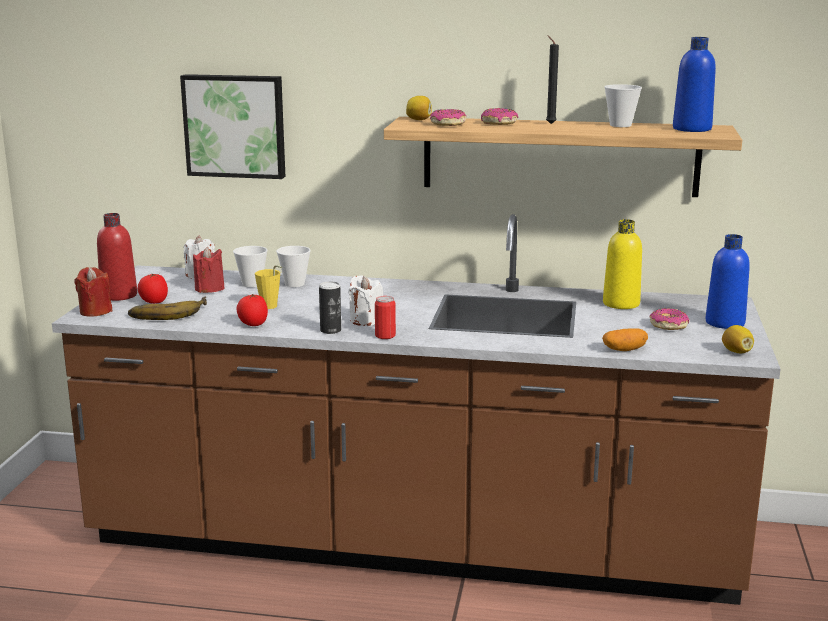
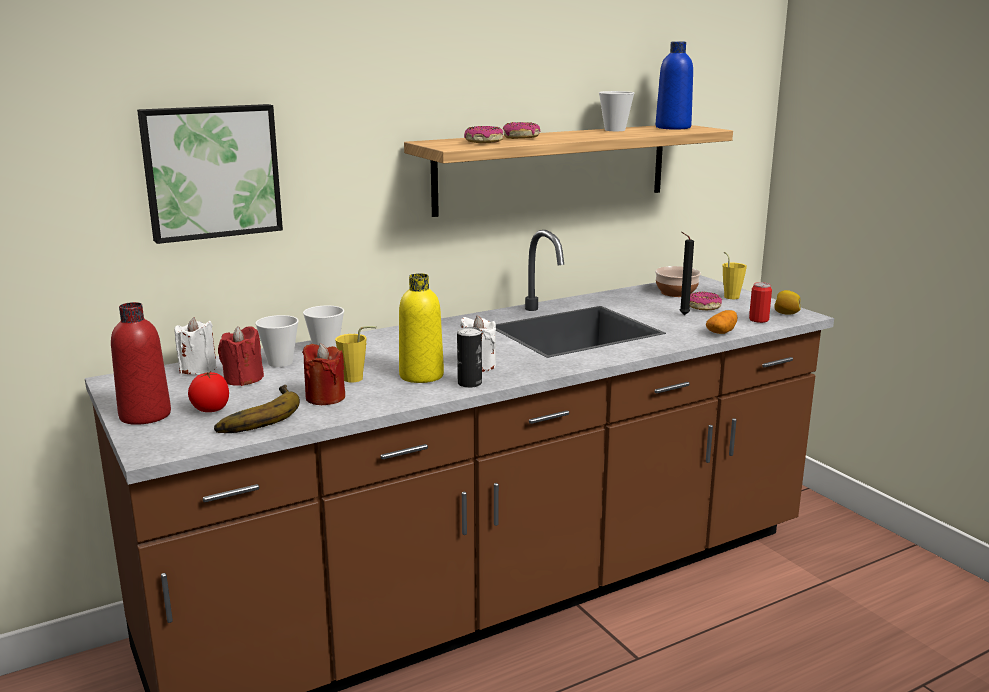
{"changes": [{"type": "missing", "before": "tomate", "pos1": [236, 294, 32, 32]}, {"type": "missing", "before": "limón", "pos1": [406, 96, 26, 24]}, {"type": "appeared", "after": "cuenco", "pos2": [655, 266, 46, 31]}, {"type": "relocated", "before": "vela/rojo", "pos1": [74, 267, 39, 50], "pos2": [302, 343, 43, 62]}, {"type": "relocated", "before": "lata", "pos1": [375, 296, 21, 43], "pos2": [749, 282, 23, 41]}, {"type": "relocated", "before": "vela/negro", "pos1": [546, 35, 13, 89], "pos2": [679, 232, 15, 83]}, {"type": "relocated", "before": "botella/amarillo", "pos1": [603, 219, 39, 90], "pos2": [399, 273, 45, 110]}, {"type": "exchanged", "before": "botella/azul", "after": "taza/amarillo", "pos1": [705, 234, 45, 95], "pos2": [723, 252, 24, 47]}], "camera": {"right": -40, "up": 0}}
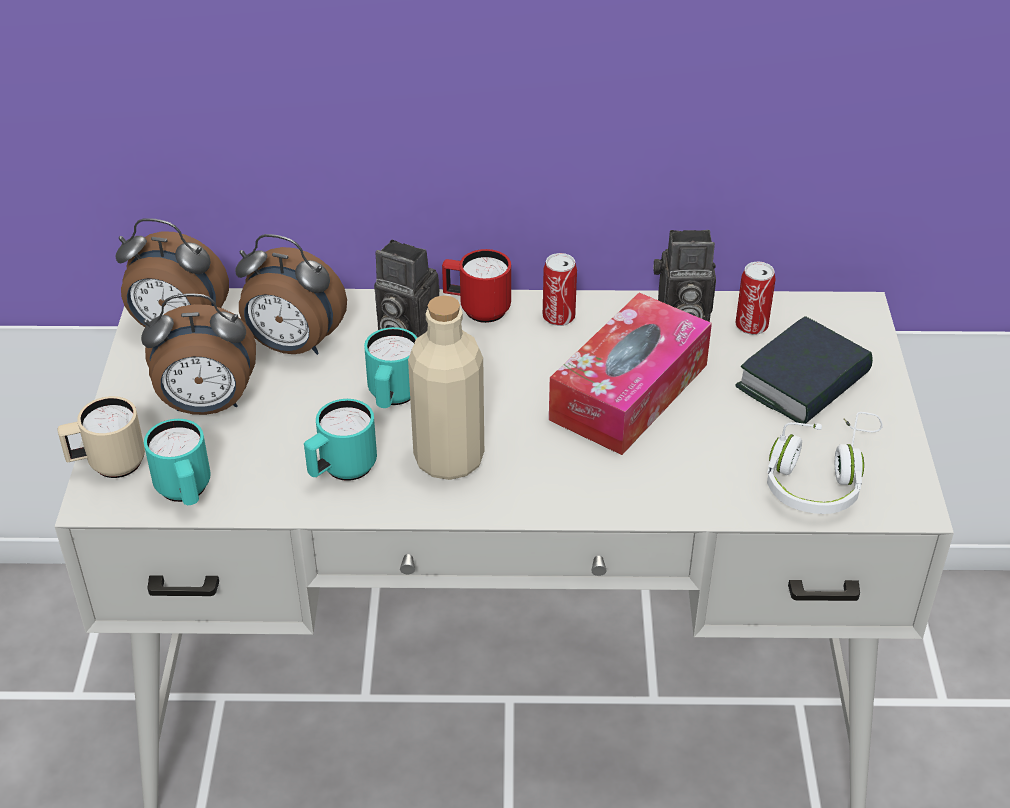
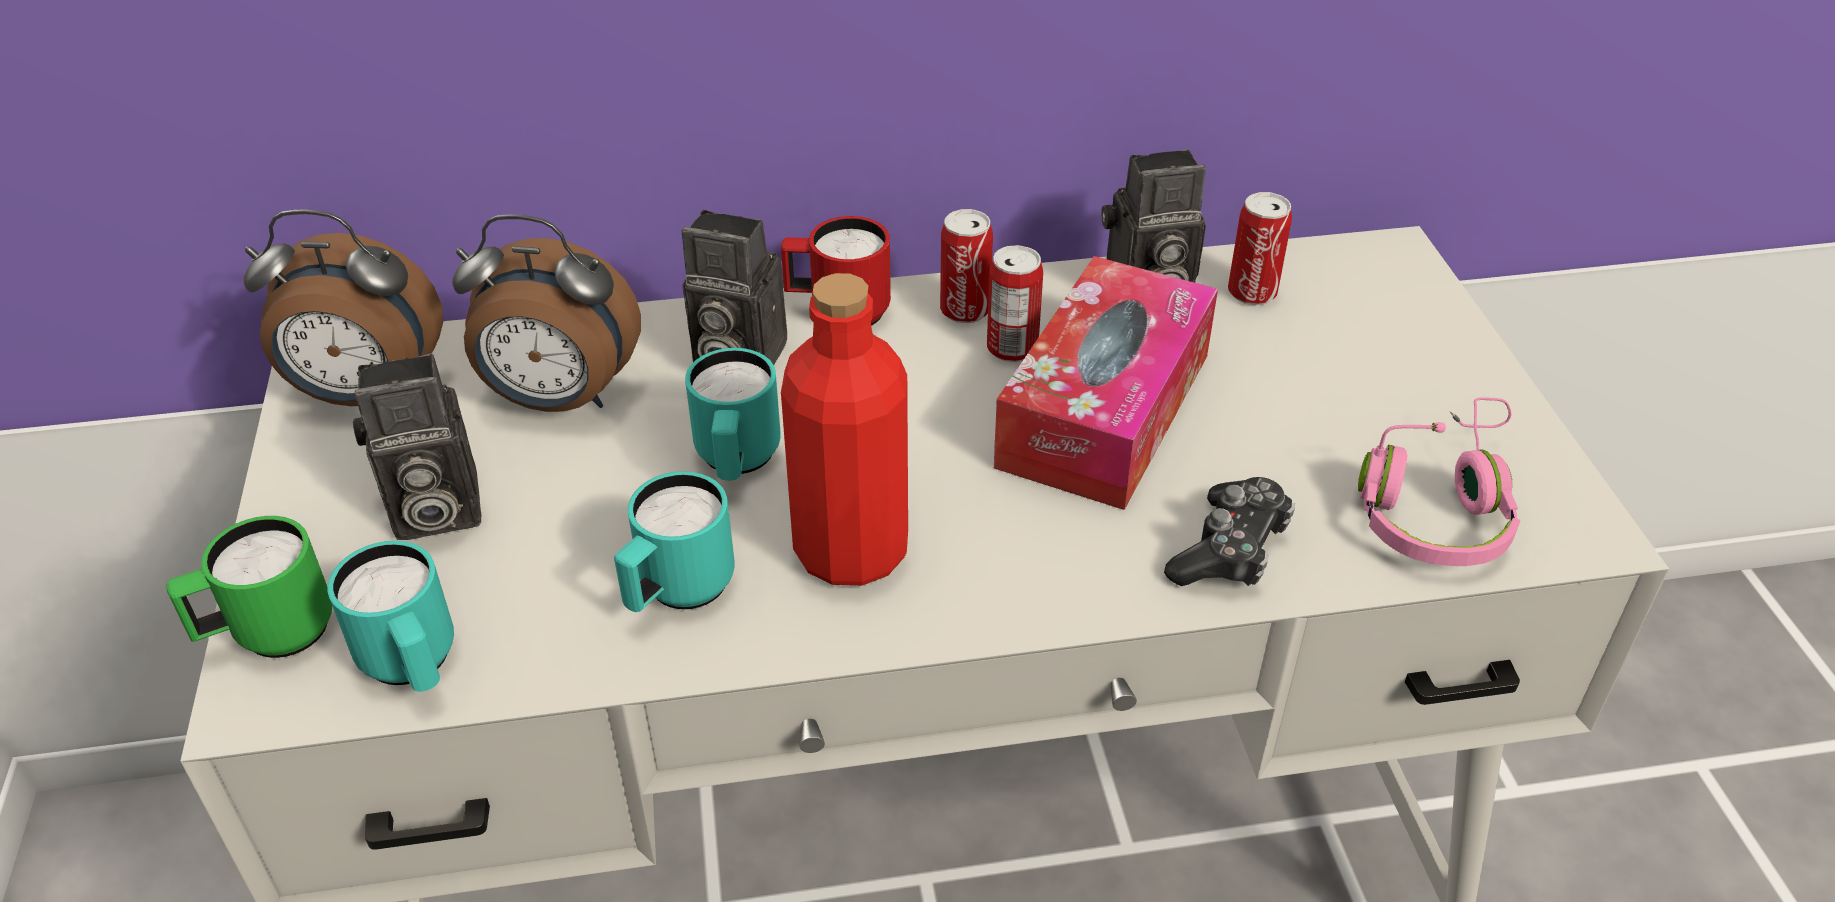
{"changes": [{"type": "missing", "before": "libro", "pos1": [735, 316, 138, 110]}, {"type": "appeared", "after": "lata", "pos2": [987, 245, 56, 117]}, {"type": "appeared", "after": "mando de consola", "pos2": [1164, 477, 131, 109]}, {"type": "exchanged", "before": "despertador", "after": "cámara", "pos1": [141, 294, 115, 121], "pos2": [353, 353, 128, 187]}, {"type": "colour", "before": "taza grande/beis", "after": "taza grande/verde", "pos1": [58, 396, 87, 82], "pos2": [166, 516, 166, 142]}, {"type": "colour", "before": "botella/beis", "after": "botella/rojo", "pos1": [408, 295, 76, 185], "pos2": [781, 273, 127, 313]}, {"type": "colour", "before": "auriculares/blanco", "after": "auriculares/rosa", "pos1": [767, 412, 116, 102], "pos2": [1358, 397, 162, 169]}], "camera": {"right": -10, "up": 0}}
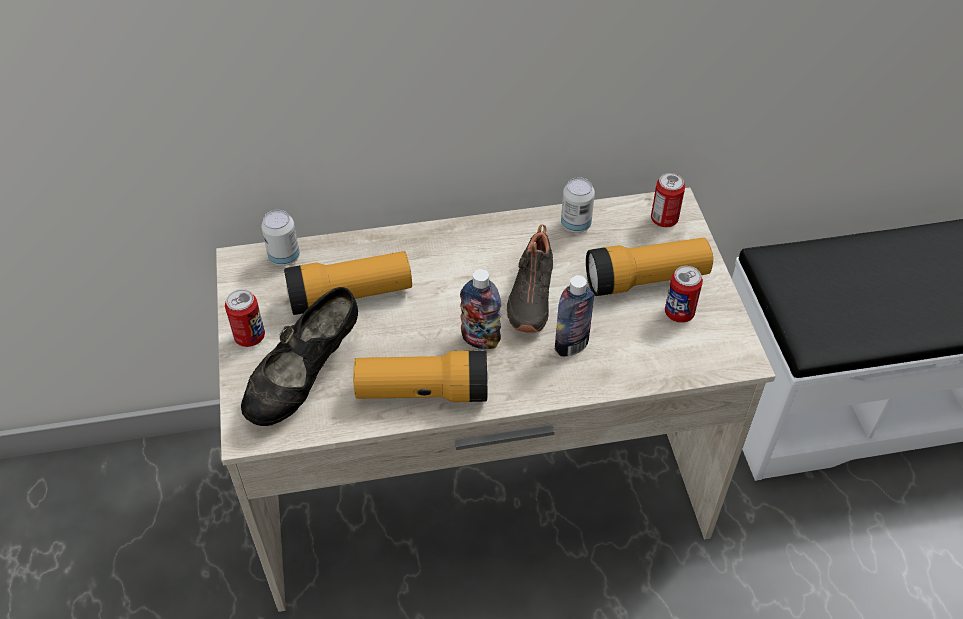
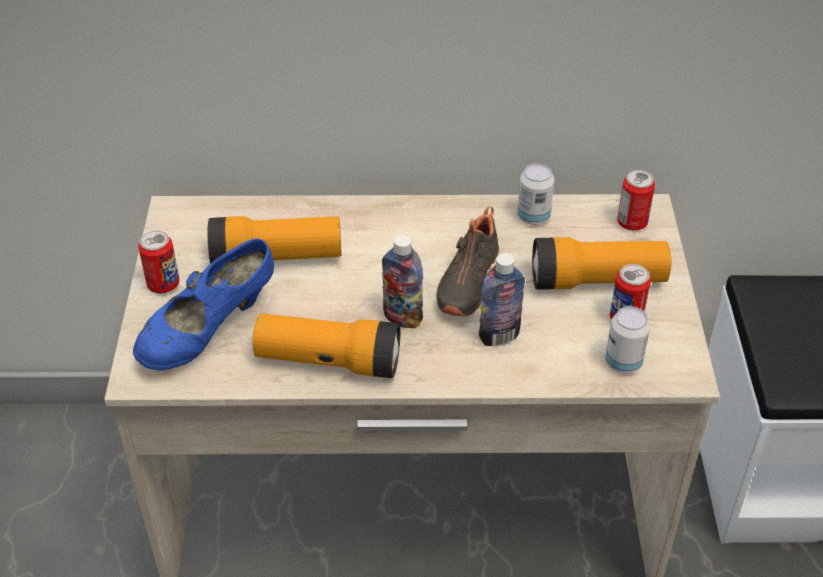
{"changes": [{"type": "relocated", "before": "lata", "pos1": [261, 210, 39, 56], "pos2": [605, 306, 45, 67]}, {"type": "colour", "before": "zapato/negro", "after": "zapato/azul", "pos1": [241, 287, 117, 139], "pos2": [133, 238, 141, 133]}], "camera": {"right": 10, "up": -5}}
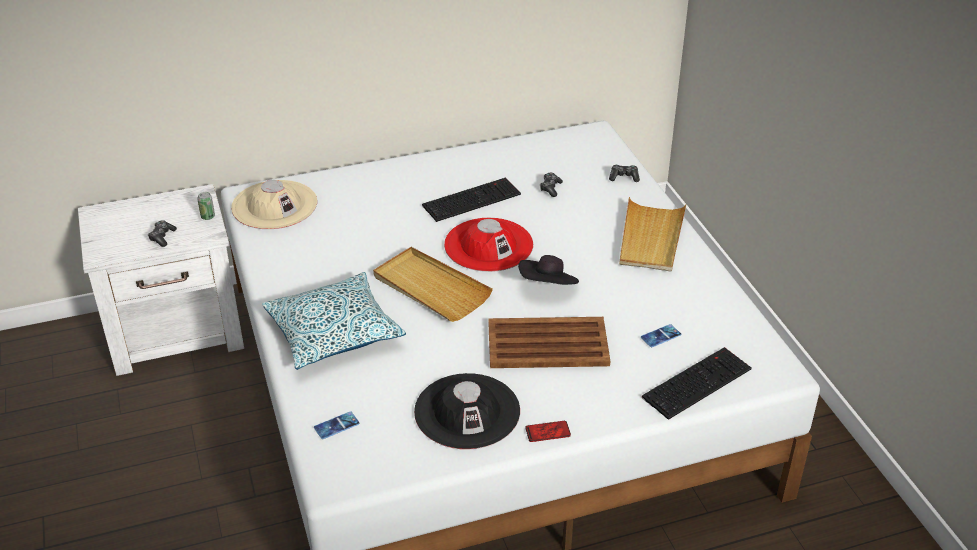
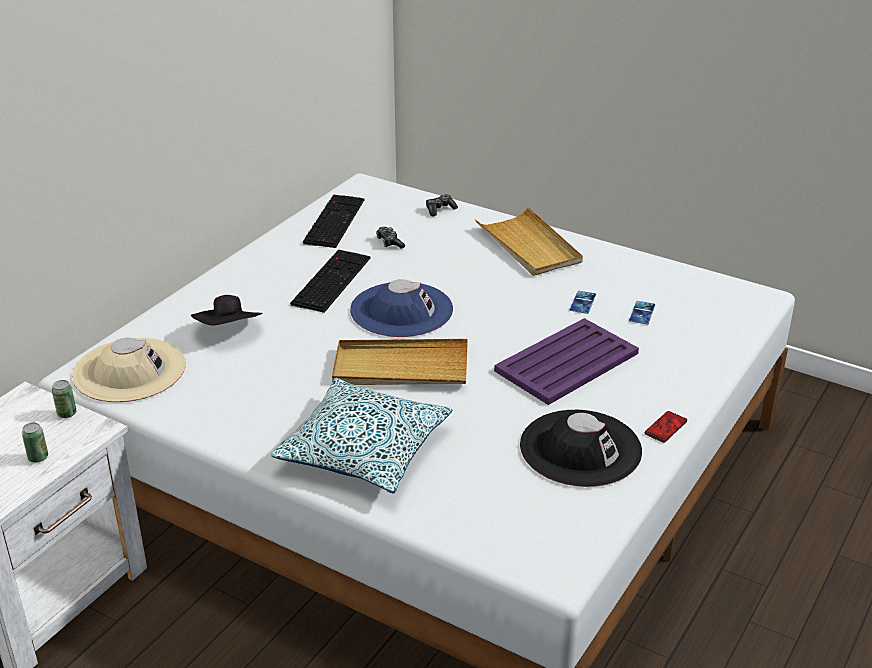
{"changes": [{"type": "relocated", "before": "móvil", "pos1": [314, 411, 46, 28], "pos2": [570, 291, 26, 23]}, {"type": "relocated", "before": "sombrero/negro", "pos1": [518, 255, 61, 30], "pos2": [191, 295, 72, 30]}, {"type": "relocated", "before": "teclado", "pos1": [642, 347, 110, 73], "pos2": [303, 195, 61, 53]}, {"type": "exchanged", "before": "mando de consola", "after": "lata", "pos1": [148, 220, 29, 27], "pos2": [22, 423, 26, 40]}, {"type": "colour", "before": "sombrero/rojo", "after": "sombrero/azul", "pos1": [444, 218, 89, 54], "pos2": [350, 279, 103, 58]}, {"type": "colour", "before": "bandeja/marrón", "after": "bandeja/morado", "pos1": [488, 317, 122, 51], "pos2": [494, 318, 145, 87]}], "camera": {"right": -40, "up": -5}}
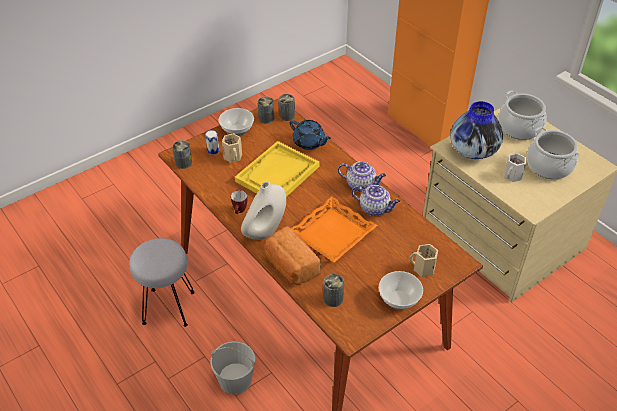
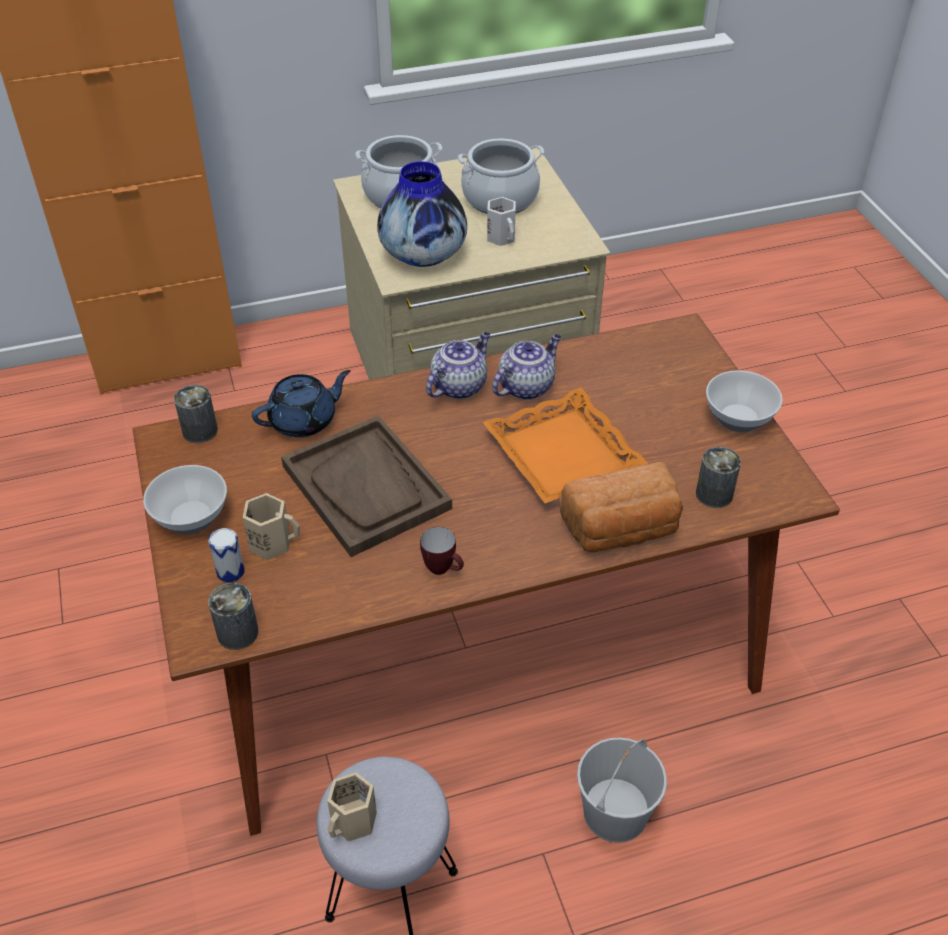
{"changes": [{"type": "missing", "before": "florero/blanco", "pos1": [241, 182, 45, 58]}, {"type": "missing", "before": "lata", "pos1": [257, 97, 17, 26]}, {"type": "relocated", "before": "taza grande/beis", "pos1": [410, 244, 28, 33], "pos2": [327, 772, 50, 69]}, {"type": "colour", "before": "bandeja/amarillo", "after": "bandeja/marrón", "pos1": [235, 141, 84, 56], "pos2": [281, 415, 171, 142]}], "camera": {"right": -70, "up": 0}}
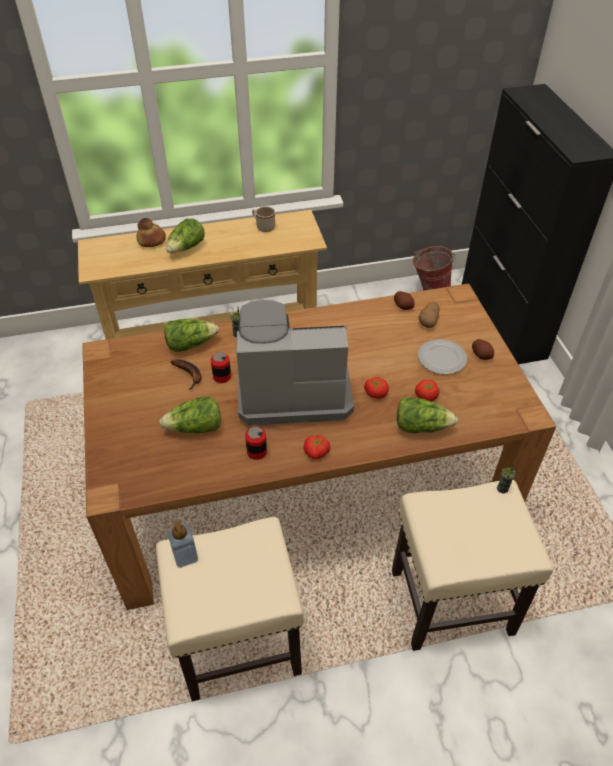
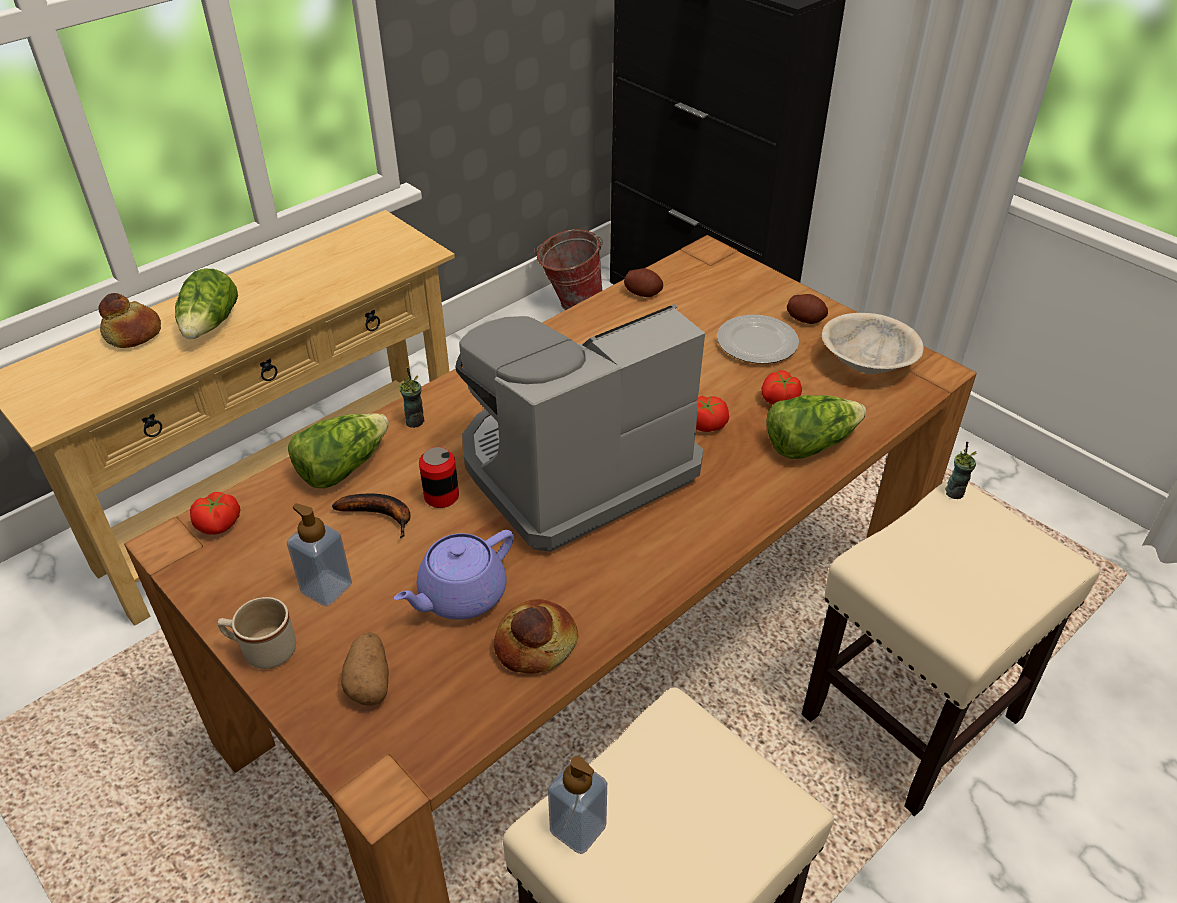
{"changes": [{"type": "missing", "before": "lata", "pos1": [245, 427, 22, 33]}, {"type": "appeared", "after": "dispensador de jabón", "pos2": [287, 503, 65, 103]}, {"type": "appeared", "after": "pan", "pos2": [494, 599, 84, 75]}, {"type": "appeared", "after": "cuenco/beis", "pos2": [822, 313, 102, 61]}, {"type": "relocated", "before": "taza grande/beis", "pos1": [252, 206, 23, 26], "pos2": [217, 597, 79, 72]}, {"type": "relocated", "before": "tomate", "pos1": [304, 435, 26, 24], "pos2": [190, 492, 50, 43]}, {"type": "relocated", "before": "patata", "pos1": [419, 302, 20, 26], "pos2": [341, 632, 48, 74]}, {"type": "exchanged", "before": "lechuga", "after": "tetera/morado", "pos1": [159, 397, 62, 37], "pos2": [394, 530, 120, 90]}], "camera": {"right": -30, "up": -5}}
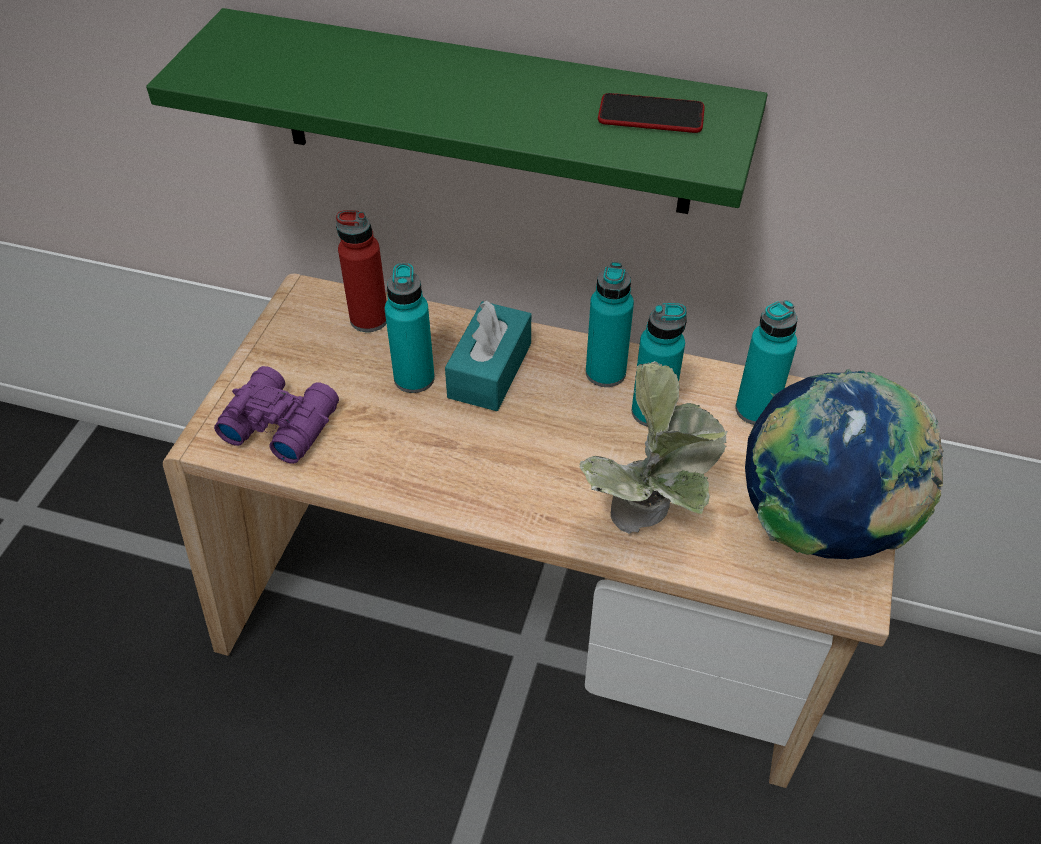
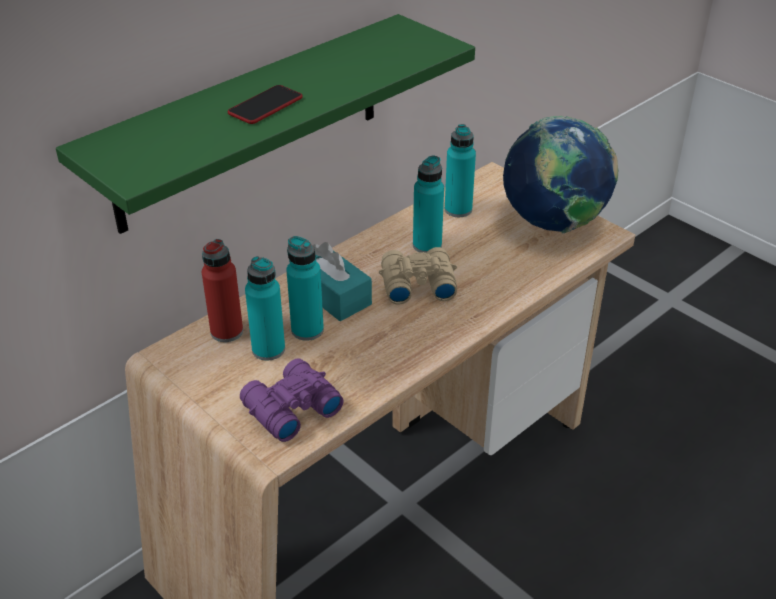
{"changes": [{"type": "missing", "before": "planta en maceta", "pos1": [580, 361, 148, 173]}, {"type": "appeared", "after": "prismáticos/beis", "pos2": [379, 247, 78, 58]}, {"type": "relocated", "before": "botella/turquesa", "pos1": [586, 262, 48, 125], "pos2": [245, 256, 40, 105]}, {"type": "relocated", "before": "móvil", "pos1": [598, 93, 107, 40], "pos2": [228, 85, 75, 39]}], "camera": {"right": -60, "up": -10}}
